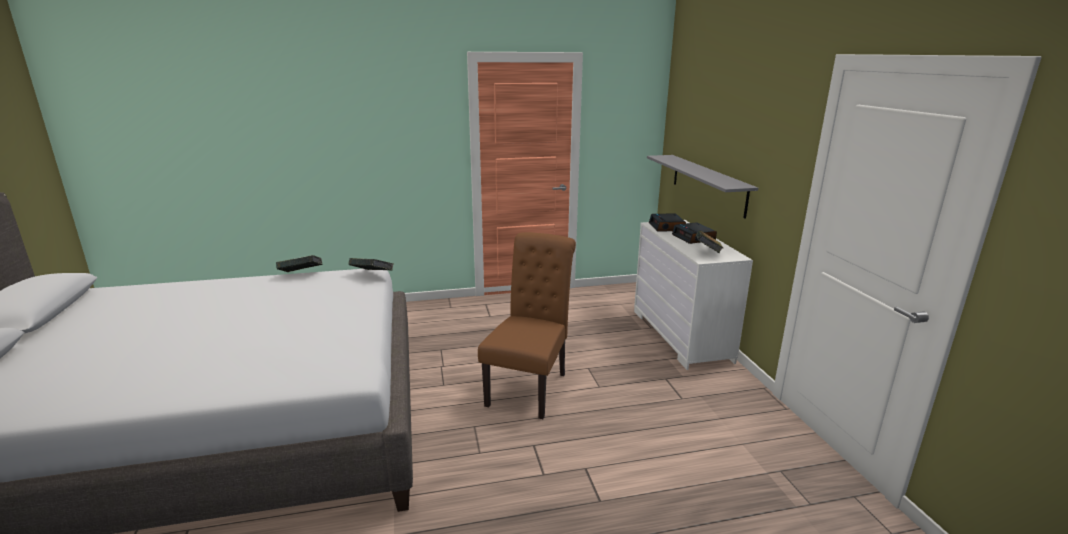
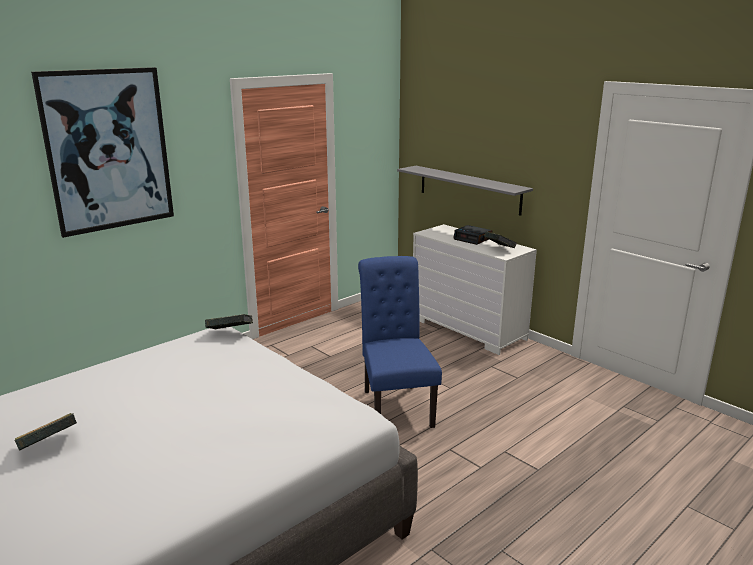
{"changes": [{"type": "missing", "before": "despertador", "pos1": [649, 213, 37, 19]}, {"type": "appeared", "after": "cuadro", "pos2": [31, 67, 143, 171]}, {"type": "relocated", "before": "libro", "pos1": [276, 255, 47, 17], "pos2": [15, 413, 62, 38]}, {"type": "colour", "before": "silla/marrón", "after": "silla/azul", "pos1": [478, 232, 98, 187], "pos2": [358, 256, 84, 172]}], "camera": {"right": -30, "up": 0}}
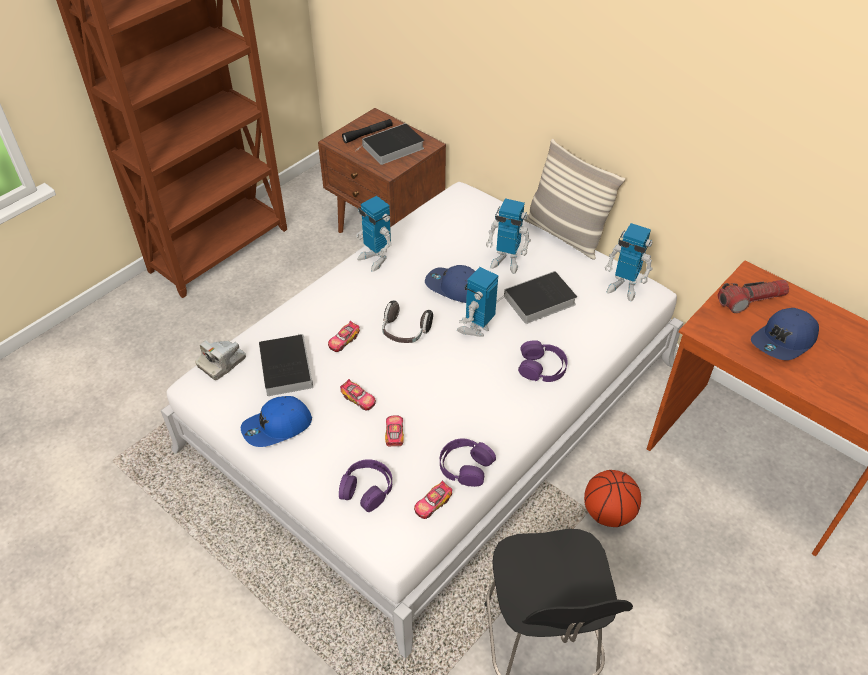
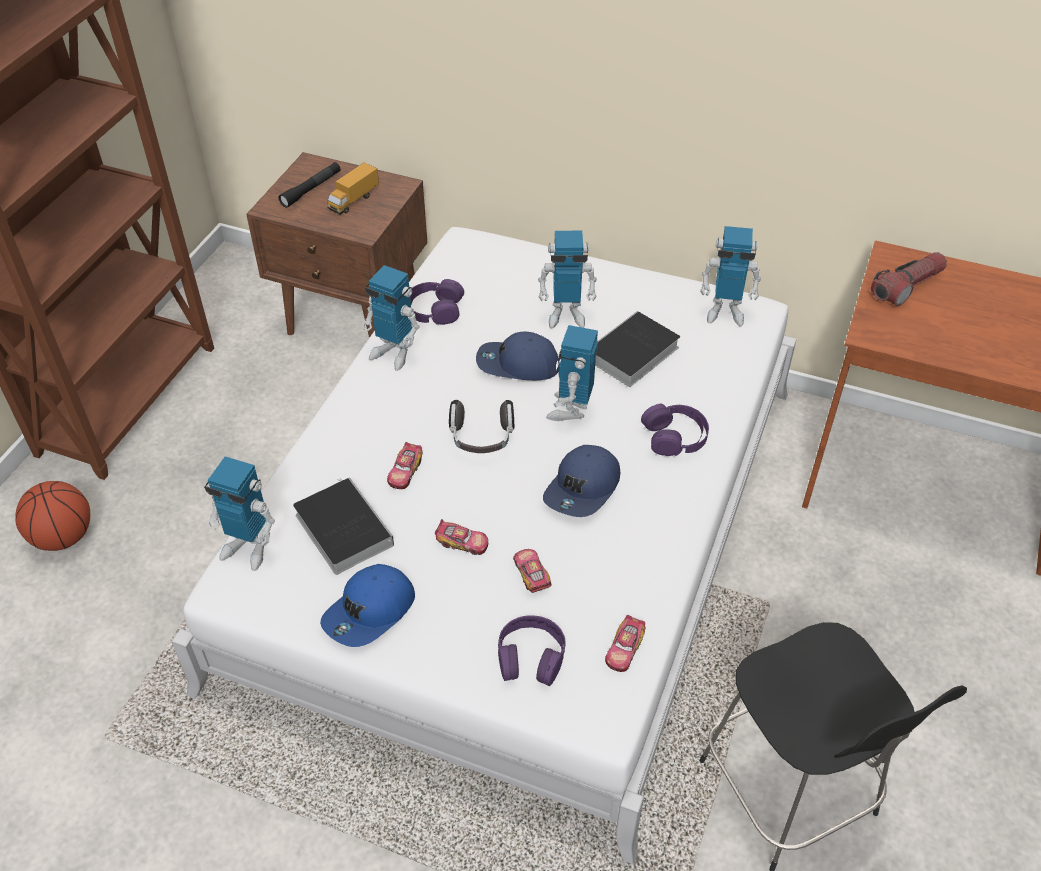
{"changes": [{"type": "missing", "before": "cojín", "pos1": [524, 139, 101, 121]}, {"type": "relocated", "before": "auriculares/morado", "pos1": [440, 438, 56, 49], "pos2": [410, 279, 54, 46]}, {"type": "relocated", "before": "balón de baloncesto", "pos1": [584, 470, 57, 57], "pos2": [15, 481, 75, 70]}, {"type": "relocated", "before": "gorra/azul", "pos1": [751, 308, 68, 52], "pos2": [543, 445, 77, 72]}, {"type": "exchanged", "before": "cámara", "after": "robot de juguete", "pos1": [195, 340, 51, 40], "pos2": [204, 456, 71, 115]}, {"type": "exchanged", "before": "libro", "after": "camión de juguete", "pos1": [355, 123, 69, 42], "pos2": [327, 162, 52, 53]}], "camera": {"right": -20, "up": 0}}
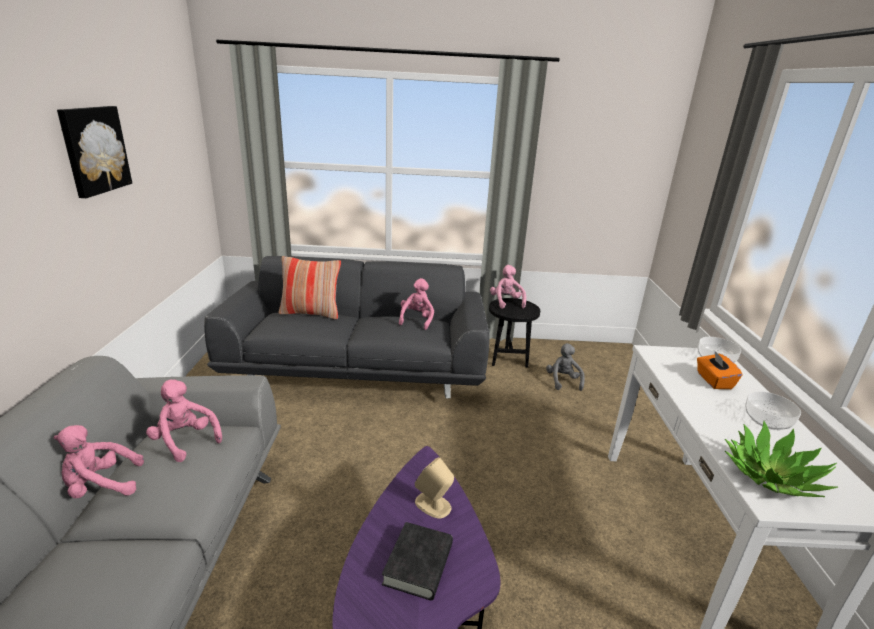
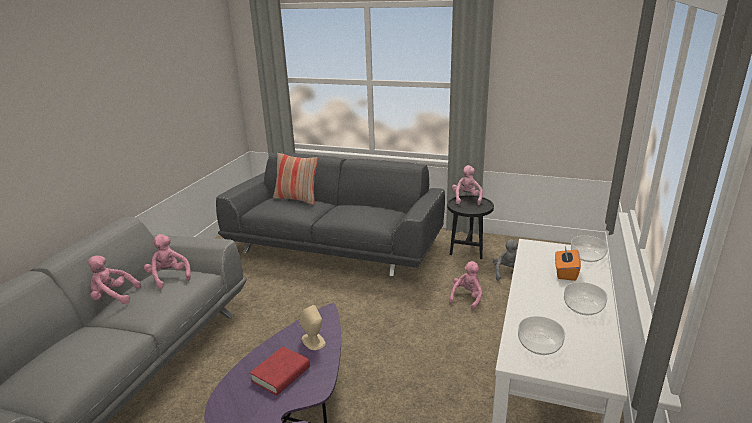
{"changes": [{"type": "missing", "before": "cuadro", "pos1": [57, 106, 75, 92]}, {"type": "relocated", "before": "peluche/rosa", "pos1": [399, 278, 35, 52], "pos2": [449, 261, 34, 49]}, {"type": "exchanged", "before": "planta en maceta", "after": "cuenco", "pos1": [725, 421, 113, 76], "pos2": [518, 316, 47, 39]}, {"type": "colour", "before": "libro/negro", "after": "libro/rojo", "pos1": [382, 522, 71, 78], "pos2": [250, 346, 60, 49]}], "camera": {"right": 20, "up": 0}}
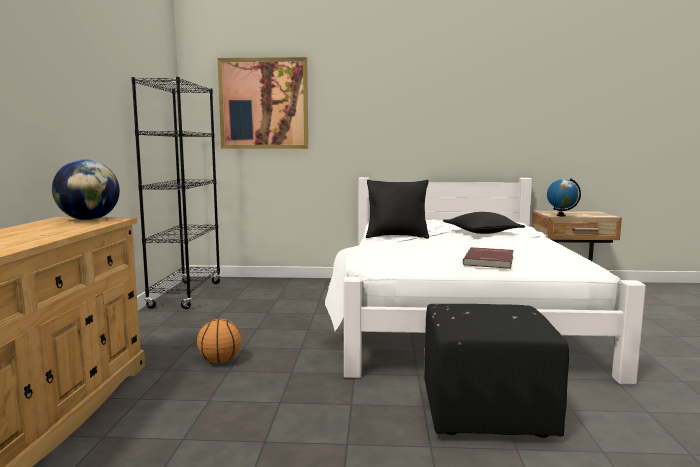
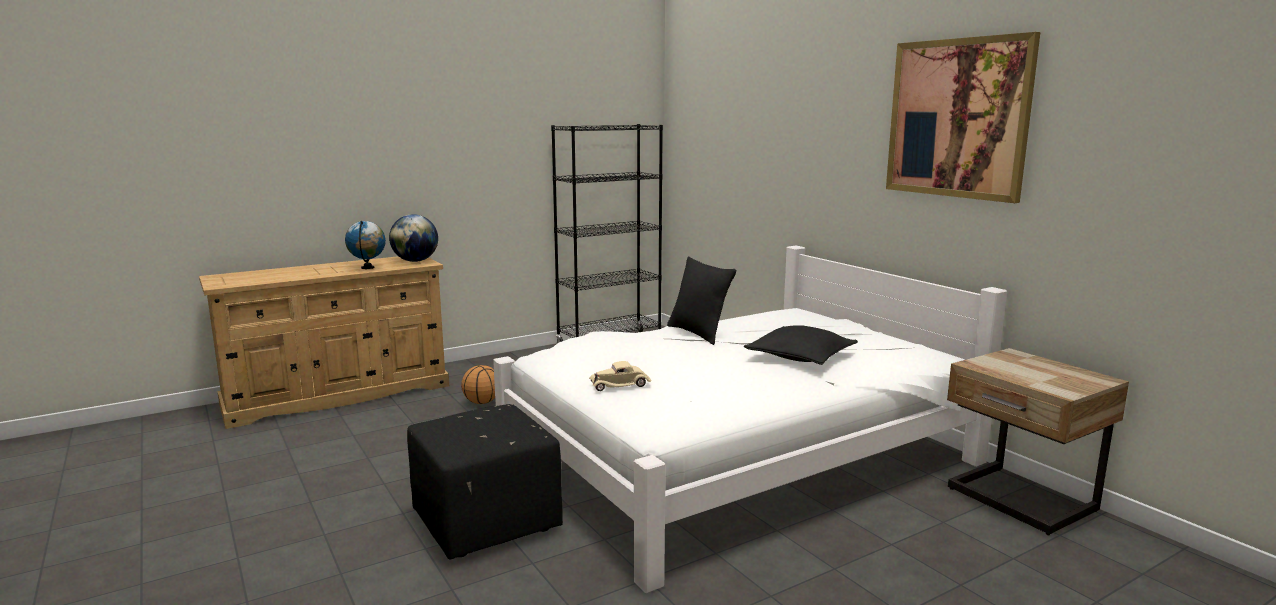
{"changes": [{"type": "relocated", "before": "cuadro", "pos1": [218, 57, 90, 92], "pos2": [886, 32, 154, 171]}, {"type": "relocated", "before": "globo terráqueo", "pos1": [547, 178, 34, 38], "pos2": [345, 221, 41, 48]}, {"type": "exchanged", "before": "libro/rojo", "after": "coche de juguete/beis", "pos1": [463, 247, 51, 22], "pos2": [589, 361, 62, 30]}], "camera": {"right": 55, "up": 5}}
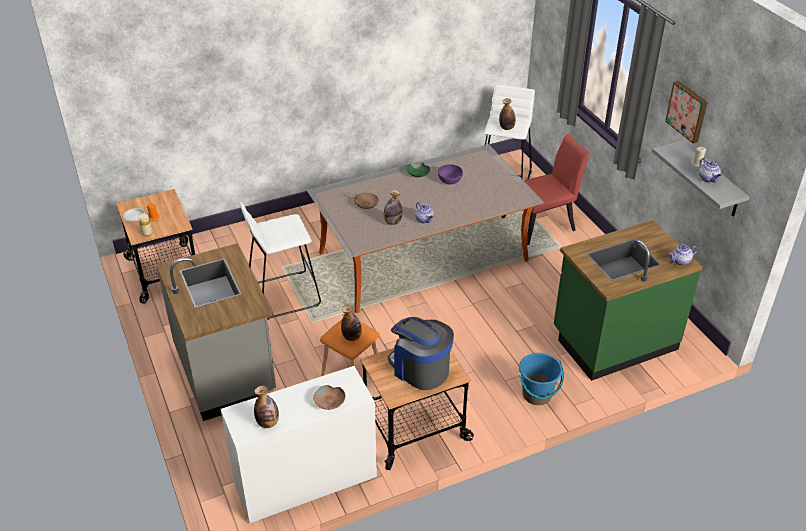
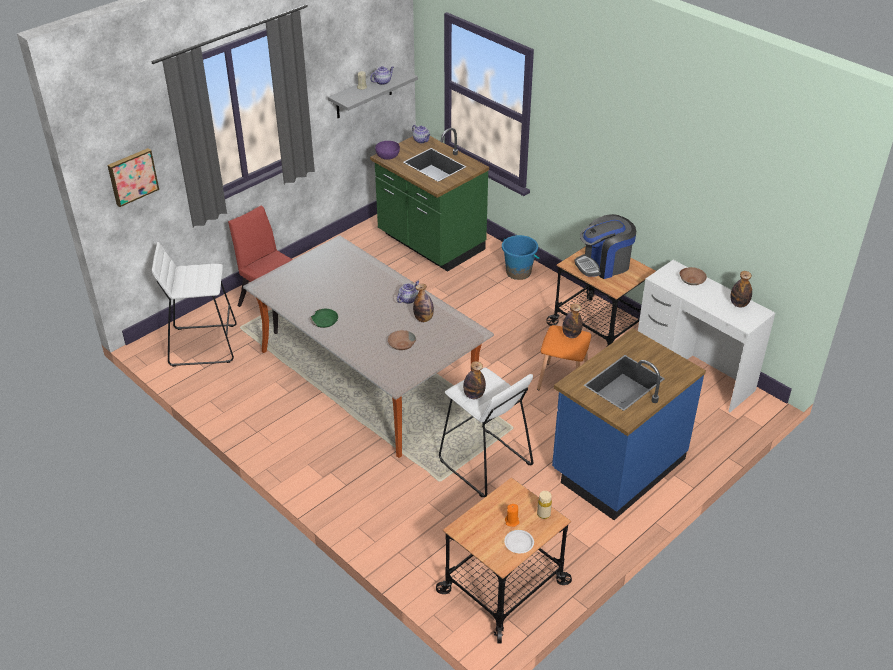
{"changes": [{"type": "relocated", "before": "cuenco/morado", "pos1": [438, 165, 25, 19], "pos2": [375, 141, 25, 19]}, {"type": "relocated", "before": "botella", "pos1": [499, 98, 17, 32], "pos2": [463, 361, 23, 38]}, {"type": "relocated", "before": "cuadro", "pos1": [665, 81, 42, 63], "pos2": [107, 148, 52, 59]}, {"type": "colour", "before": "mueble bajo de cocina/gris", "after": "mueble bajo de cocina/azul", "pos1": [156, 243, 120, 178], "pos2": [552, 328, 154, 192]}, {"type": "spun", "before": "cafetera", "pos1": [388, 317, 66, 73], "pos2": [574, 214, 62, 65], "turn": 45}], "camera": {"right": -110, "up": 0}}
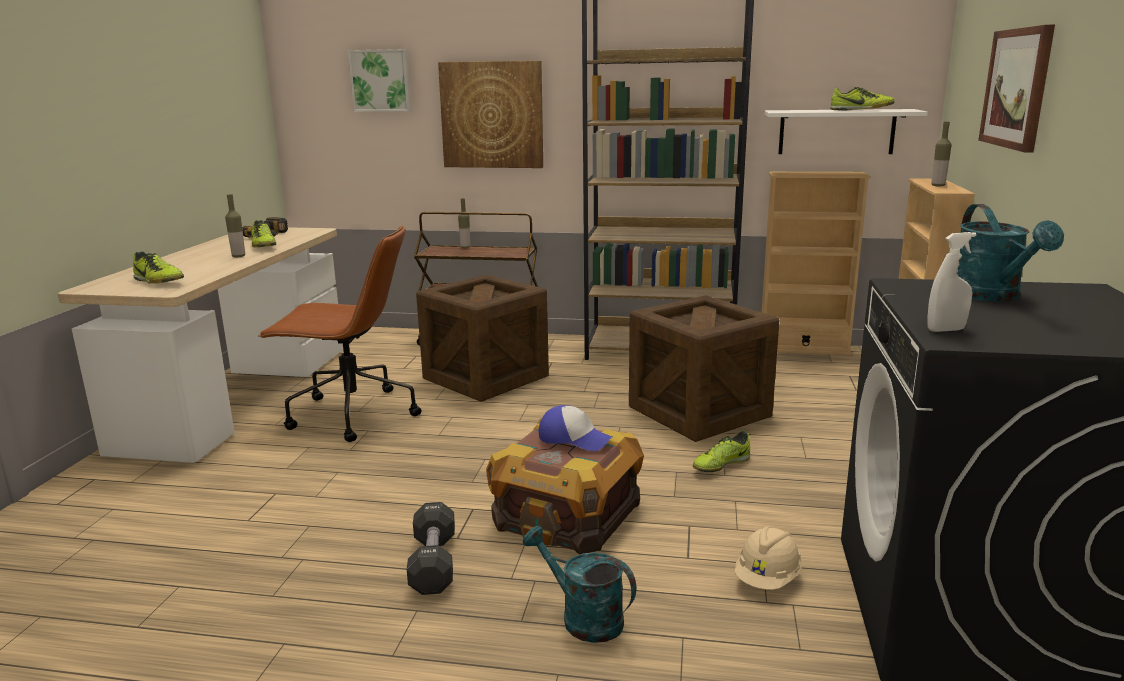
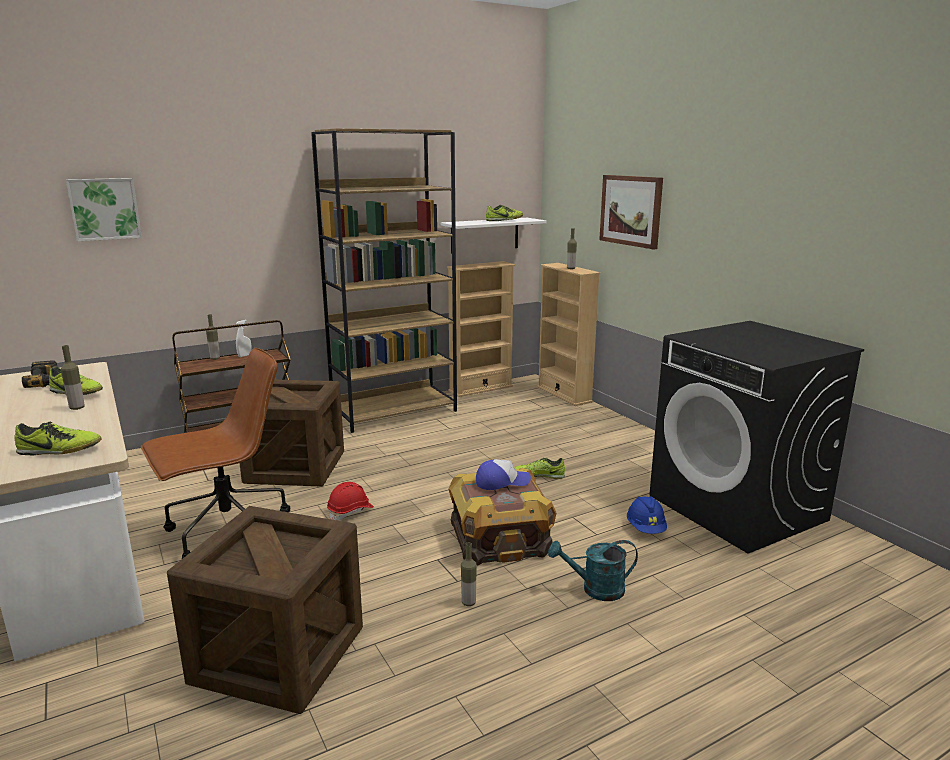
{"changes": [{"type": "missing", "before": "cuadro", "pos1": [438, 61, 105, 107]}, {"type": "missing", "before": "regadera/turquesa", "pos1": [957, 204, 107, 98]}, {"type": "appeared", "after": "casco/rojo", "pos2": [327, 482, 47, 38]}, {"type": "relocated", "before": "caja de embalaje", "pos1": [629, 295, 150, 147], "pos2": [167, 506, 196, 208]}, {"type": "relocated", "before": "pulverizador/blanco", "pos1": [927, 232, 50, 100], "pos2": [236, 320, 16, 37]}, {"type": "exchanged", "before": "mancuerna/negro", "after": "botella", "pos1": [407, 502, 48, 93], "pos2": [461, 542, 16, 64]}, {"type": "colour", "before": "casco/beis", "after": "casco/azul", "pos1": [735, 526, 67, 64], "pos2": [627, 496, 40, 38]}, {"type": "spun", "before": "zapato", "pos1": [693, 431, 57, 41], "pos2": [514, 458, 51, 21], "turn": 75}], "camera": {"right": -40, "up": 0}}
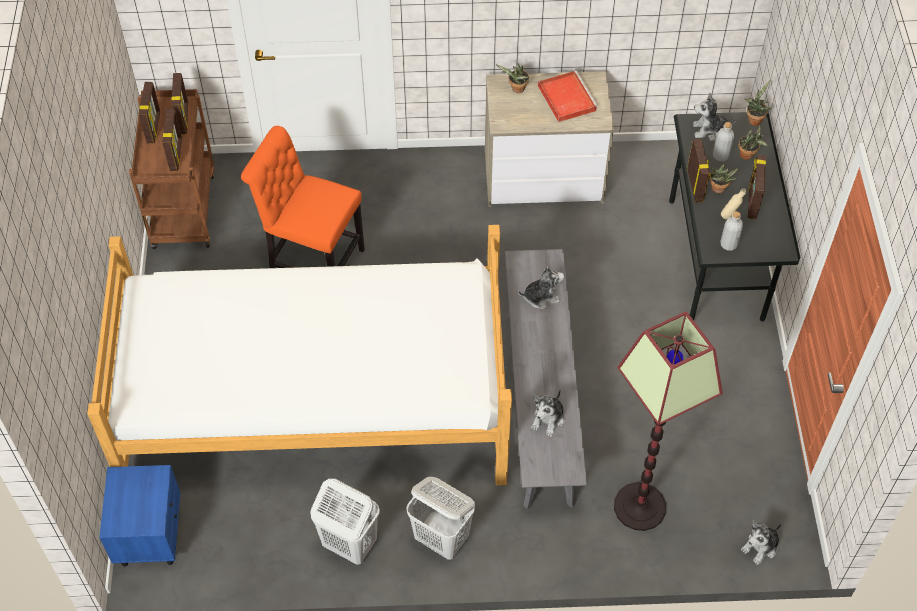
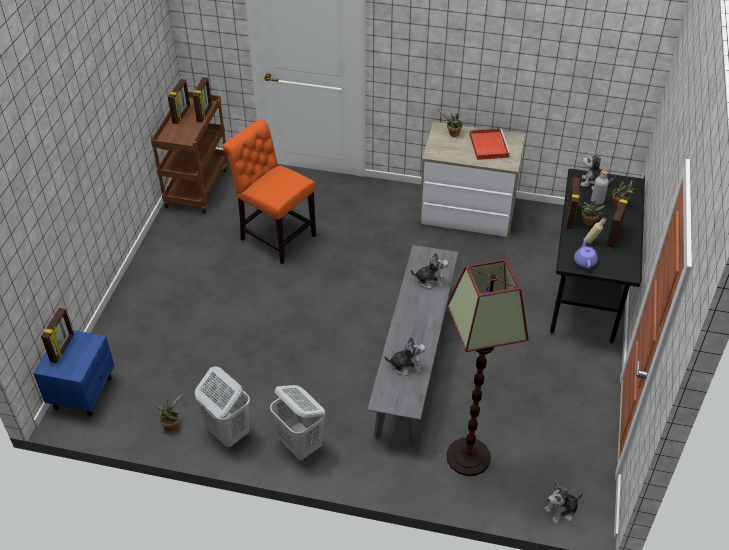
{"changes": [{"type": "missing", "before": "cama", "pos1": [87, 225, 425, 260]}, {"type": "relocated", "before": "portarretratos", "pos1": [162, 109, 20, 62], "pos2": [41, 308, 33, 55]}, {"type": "relocated", "before": "planta en maceta", "pos1": [744, 79, 27, 47], "pos2": [154, 394, 29, 37]}, {"type": "exchanged", "before": "botella/gris", "after": "tetera/morado", "pos1": [720, 211, 23, 40], "pos2": [574, 238, 24, 31]}, {"type": "spun", "before": "peluche", "pos1": [531, 389, 34, 48], "pos2": [385, 337, 40, 39], "turn": -135}], "camera": {"right": 15, "up": -10}}
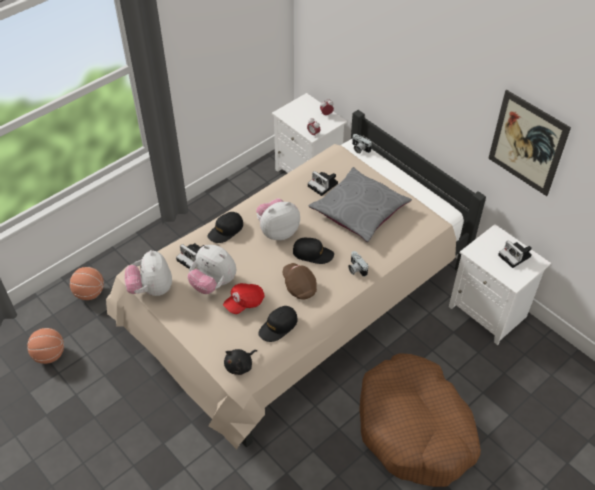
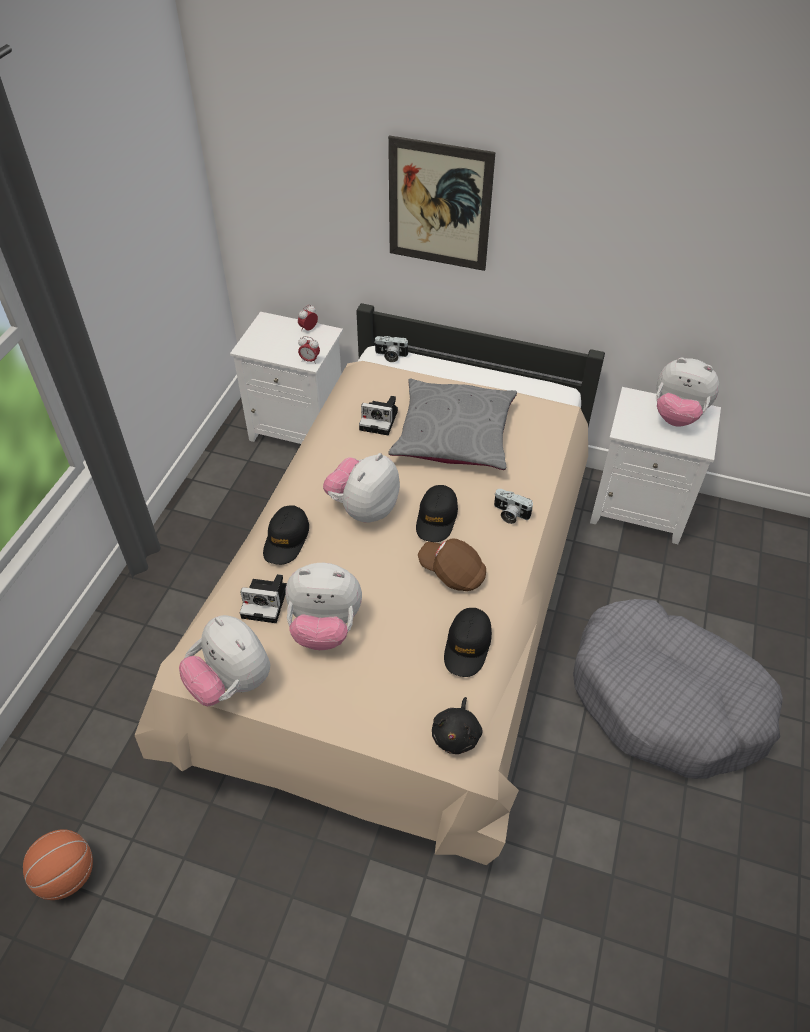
{"changes": [{"type": "missing", "before": "balón de baloncesto", "pos1": [70, 267, 34, 33]}, {"type": "missing", "before": "gorra/rojo", "pos1": [223, 283, 42, 31]}, {"type": "relocated", "before": "cuadro", "pos1": [488, 90, 83, 106], "pos2": [388, 135, 108, 136]}, {"type": "exchanged", "before": "cámara", "after": "peluche", "pos1": [498, 240, 34, 28], "pos2": [656, 357, 63, 69]}, {"type": "colour", "before": "cama para perro/marrón", "after": "cama para perro/gris", "pos1": [359, 353, 122, 134], "pos2": [573, 599, 210, 180]}, {"type": "spun", "before": "gorra/negro", "pos1": [293, 238, 41, 26], "pos2": [416, 485, 42, 57], "turn": 120}], "camera": {"right": -30, "up": 0}}
